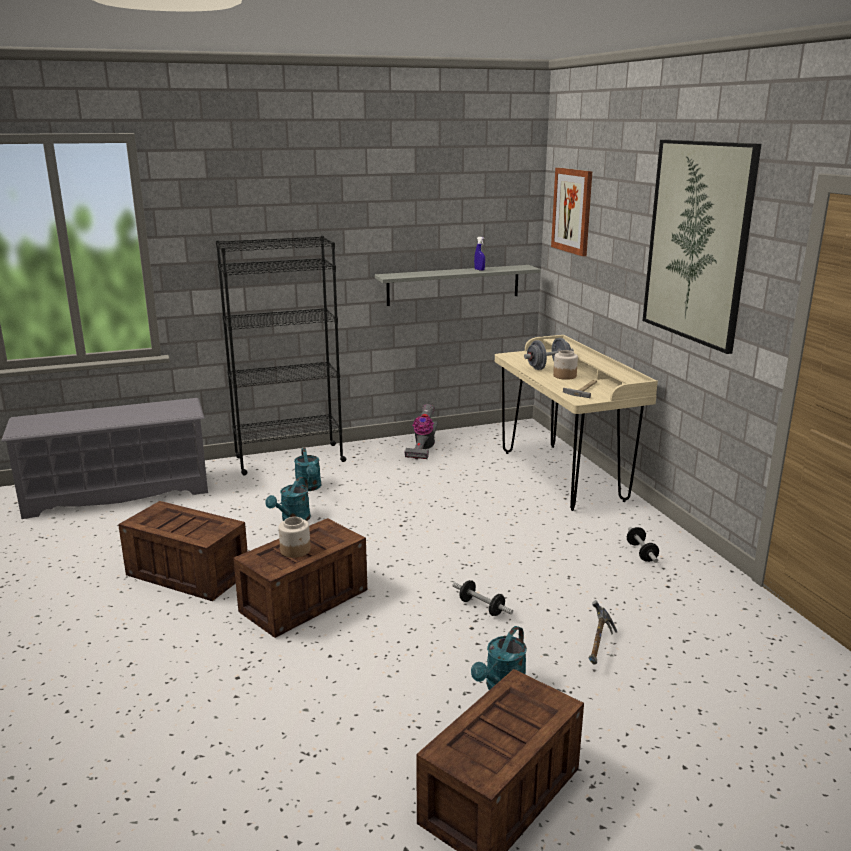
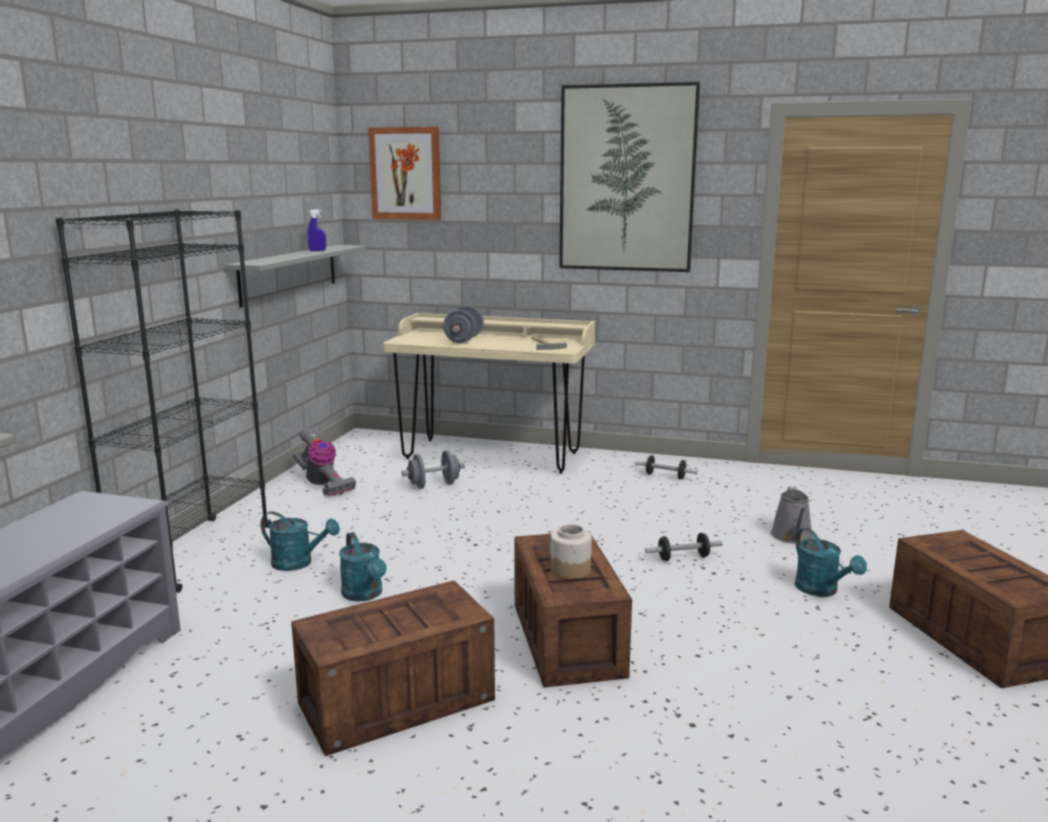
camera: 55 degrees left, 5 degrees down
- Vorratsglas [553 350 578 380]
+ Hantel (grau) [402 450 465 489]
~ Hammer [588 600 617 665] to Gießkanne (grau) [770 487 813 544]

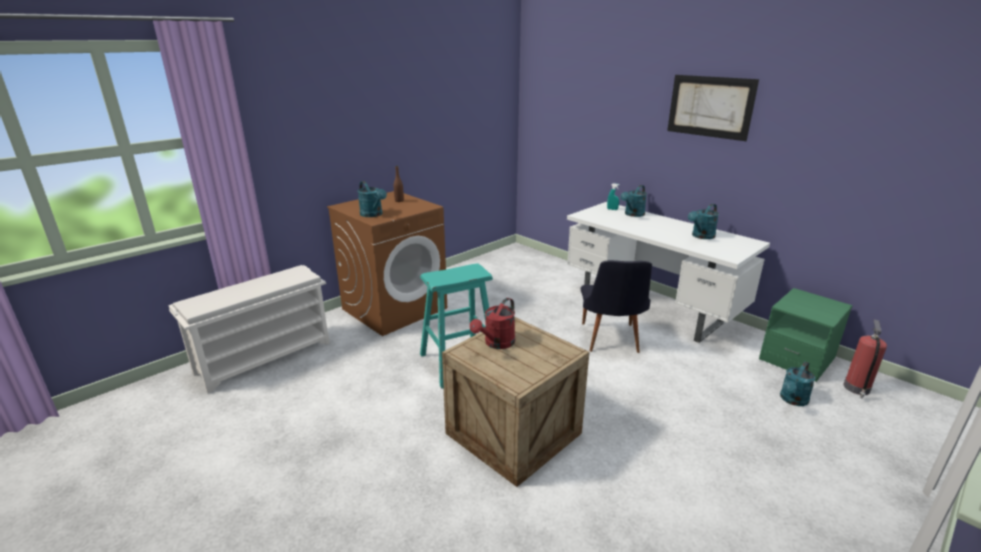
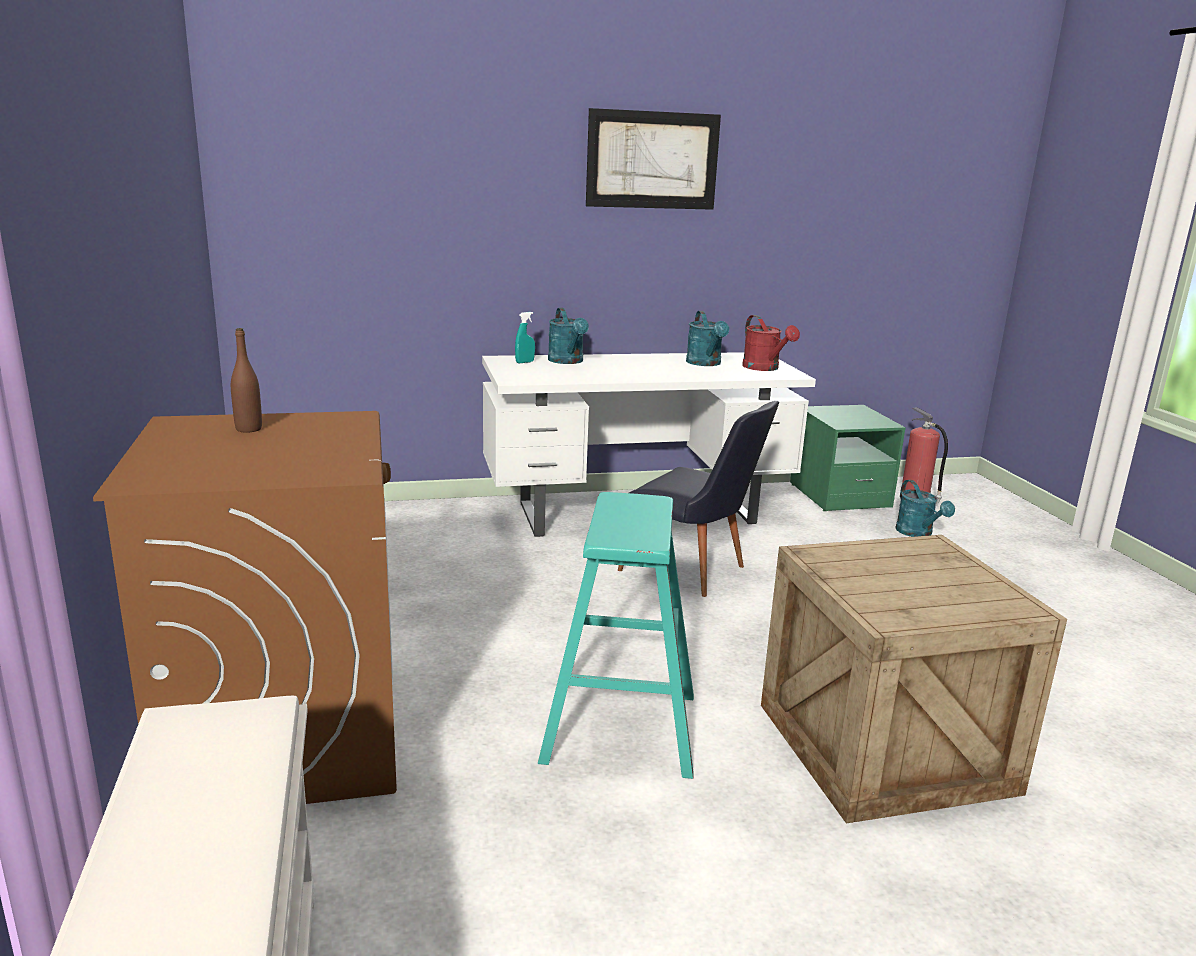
camera: 60 degrees left, 5 degrees down
- Gießkanne (türkis) [357 181 387 217]
~ Gießkanne (rot) [470 298 515 349] to [742 315 800 371]

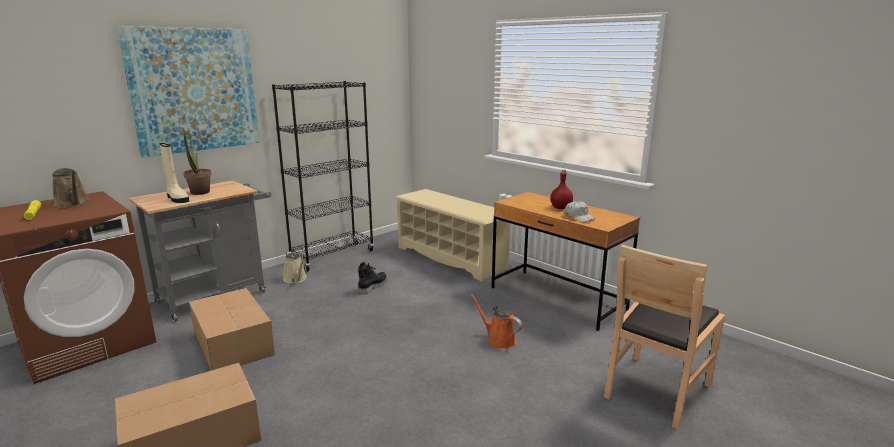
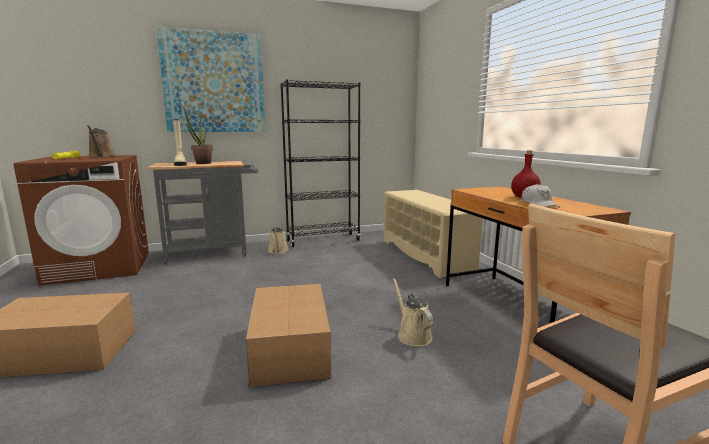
camera: 25 degrees right, 5 degrees down
- Stiefel (schwarz) [358 262 387 295]
~ Karton [189 288 275 370] to [246 284 331 387]
~ Gießkanne (orange) [470 294 523 349] to Gießkanne (beige) [393 278 433 347]

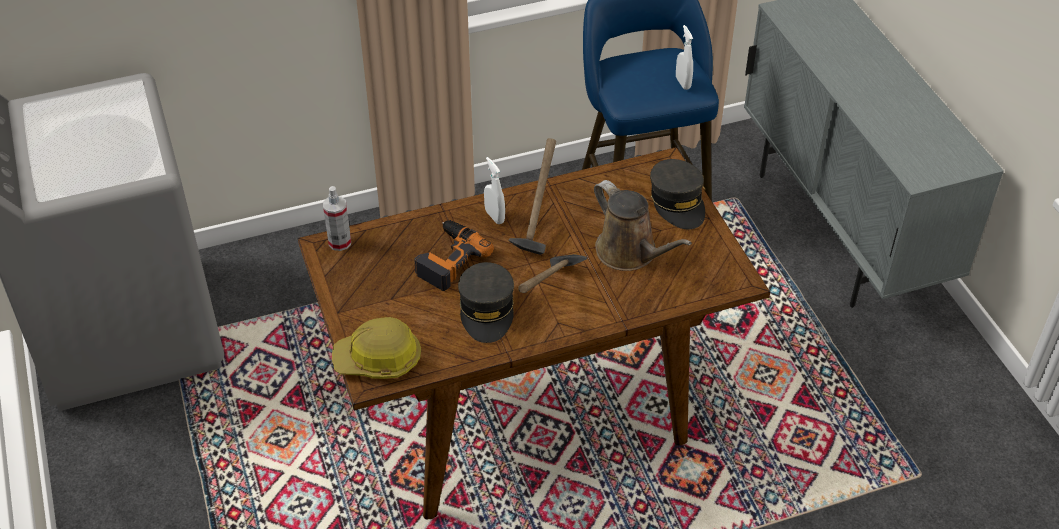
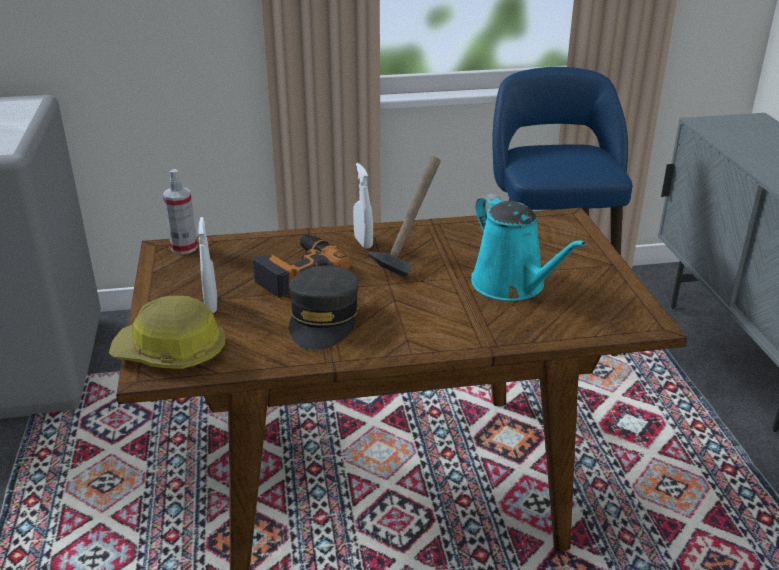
camera: 10 degrees right, 15 degrees down
- Hammer [518 254 587 293]
- Kappe (grau) [650 159 705 229]
~ Sprühflasche (weiß) [676 25 693 90] to [198 217 217 313]
~ Gießkanne (braun) [594 180 692 271] to Gießkanne (türkis) [471 194 586 301]

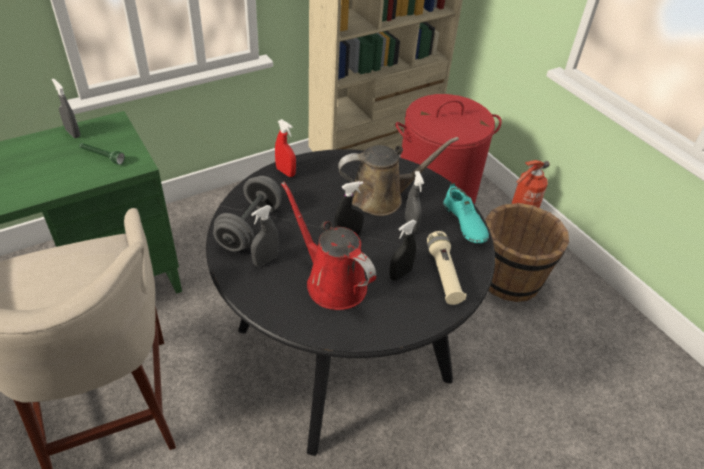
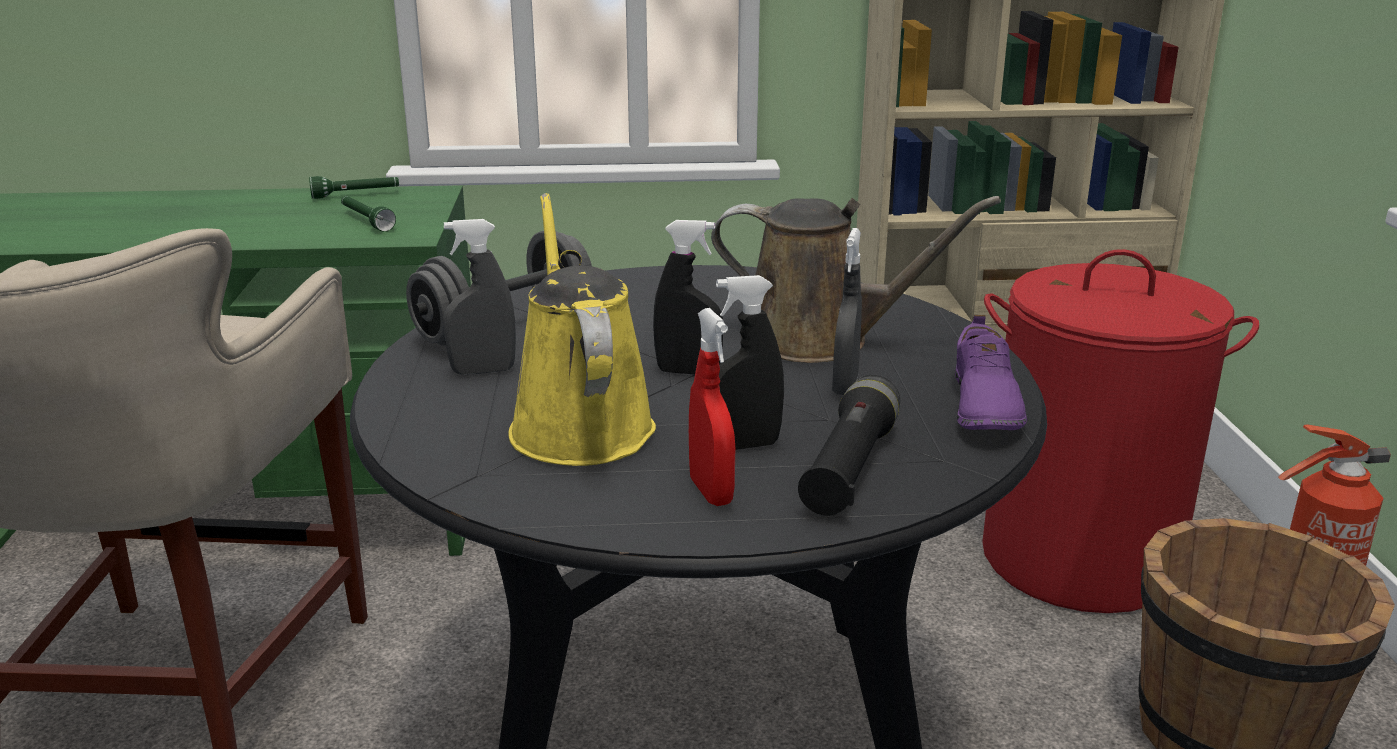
camera: 30 degrees right, 20 degrees down
~ Sprühflasche (rot) [275 119 296 177] to [689 308 735 506]
~ Sprühflasche (grau) [52 79 80 138] to Taschenlampe (grün) [309 176 399 199]
~ Gießkanne (rot) [281 182 376 310] to Gießkanne (gelb) [508 193 656 466]
~ Taschenlampe (beige) [427 231 467 305] to Taschenlampe (schwarz) [798 375 900 516]
~ Schuh (türkis) [444 183 489 243] to Schuh (lila) [955 315 1027 430]

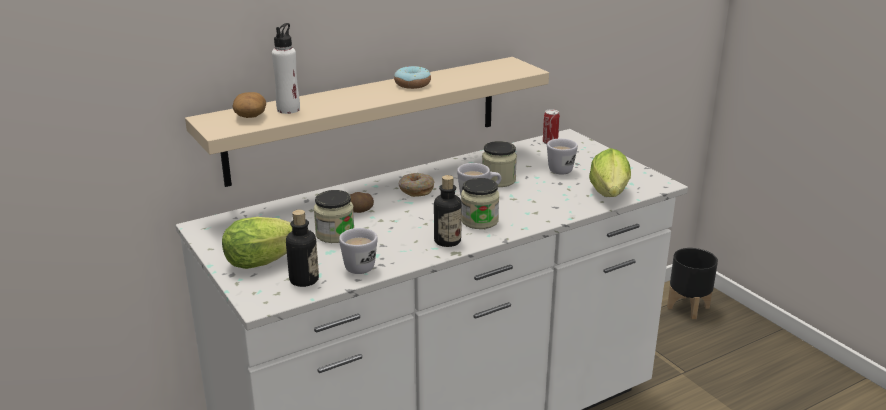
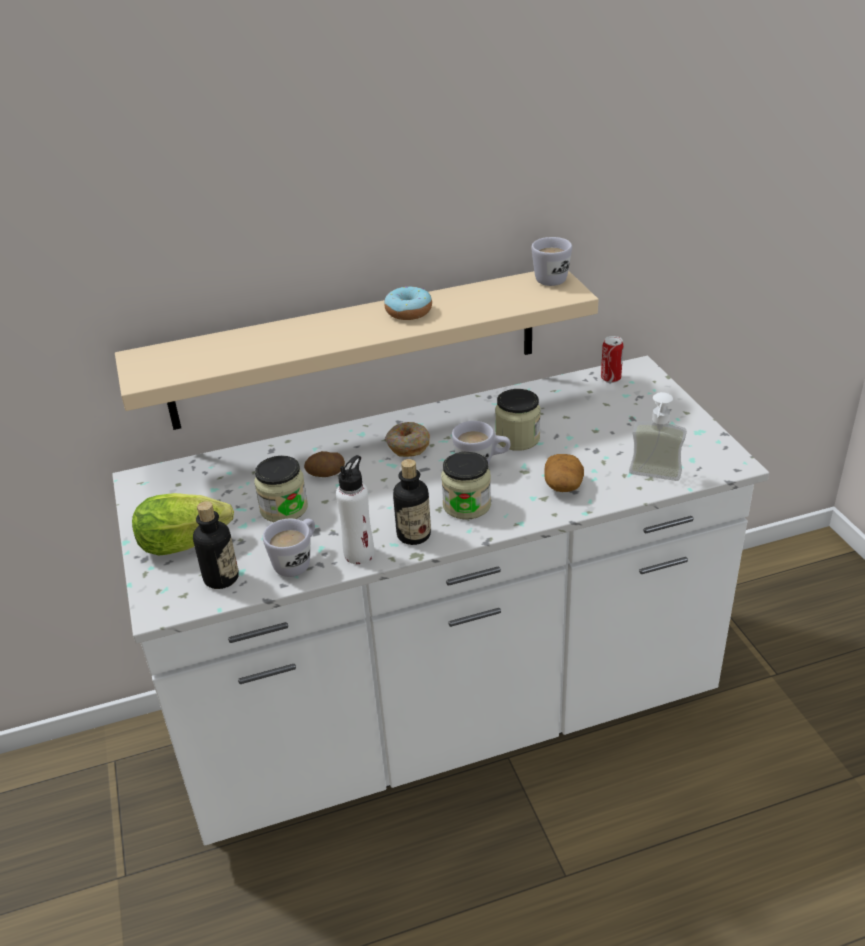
camera: 15 degrees right, 10 degrees up
- Pflanzkübel (schwarz) [667 248 718 319]
~ Kartoffel [232 92 266 118] to [544 454 584 492]
~ Flasche (weiß) [272 23 300 114] to [336 455 374 564]
~ Henkelbecher (weiß) [547 139 578 174] to [531 237 572 286]
~ Salatkopf [589 148 631 197] to Seifenspender [629 392 687 481]

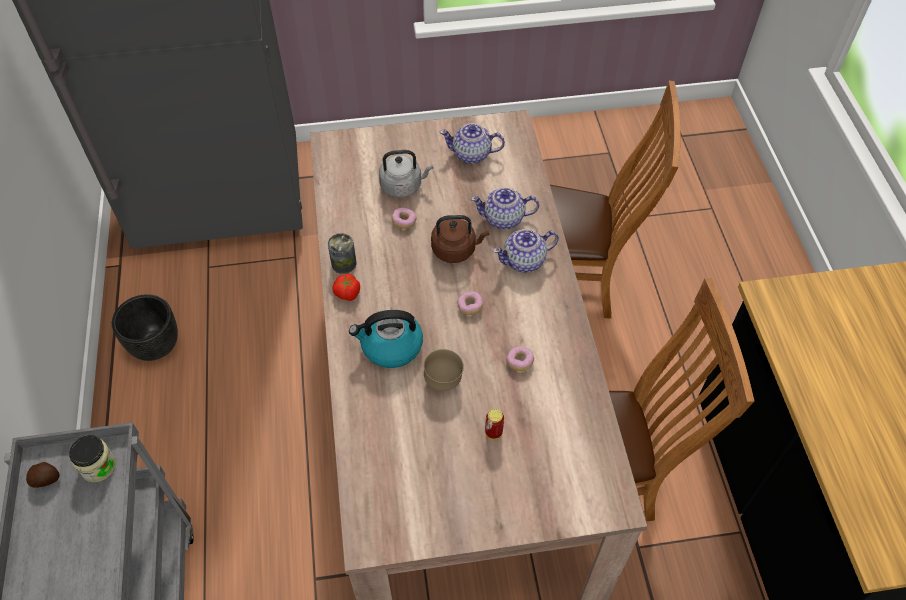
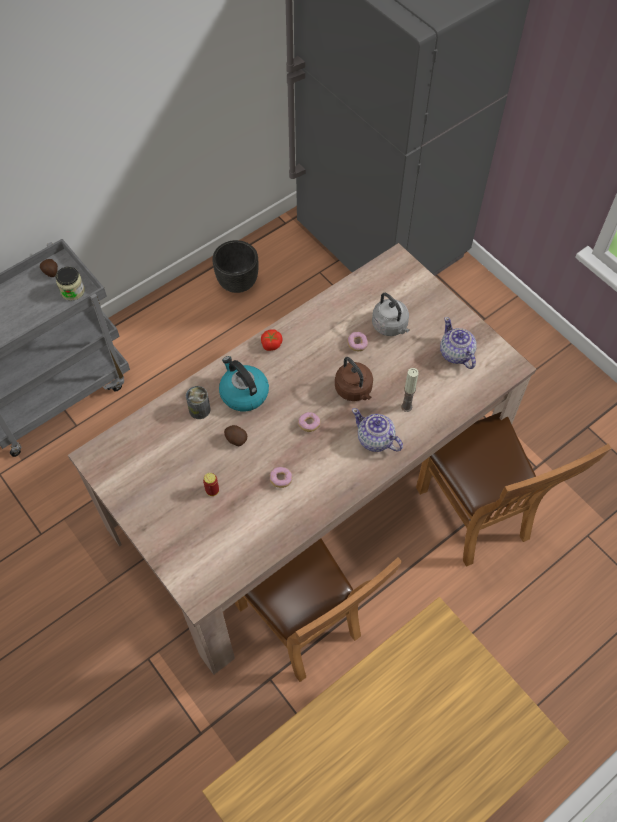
camera: 60 degrees right, 5 degrees up
~ Dose [328 233 356 274] to [186 386 210 419]
~ Schüssel (braun) [424 349 464 391] to Kartoffel [224 425 247 446]
~ Teekanne [470 187 539 229] to Kerze [401 368 419 412]

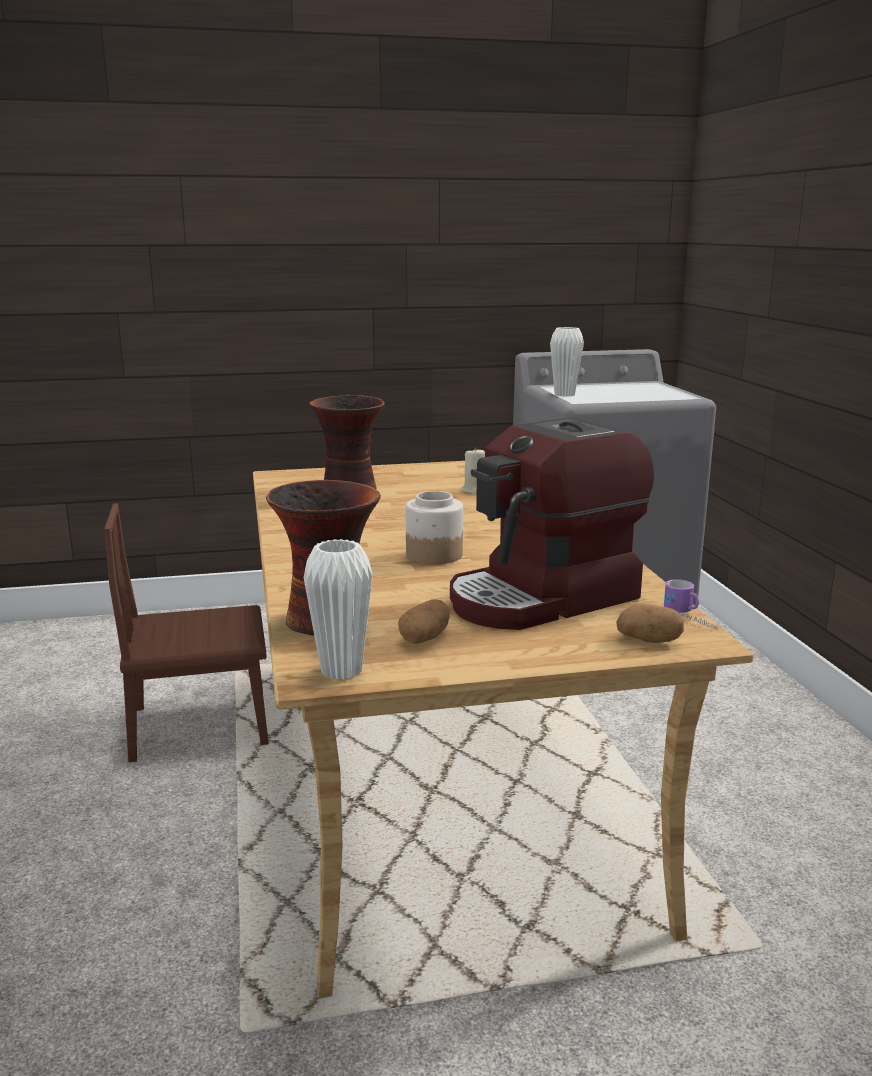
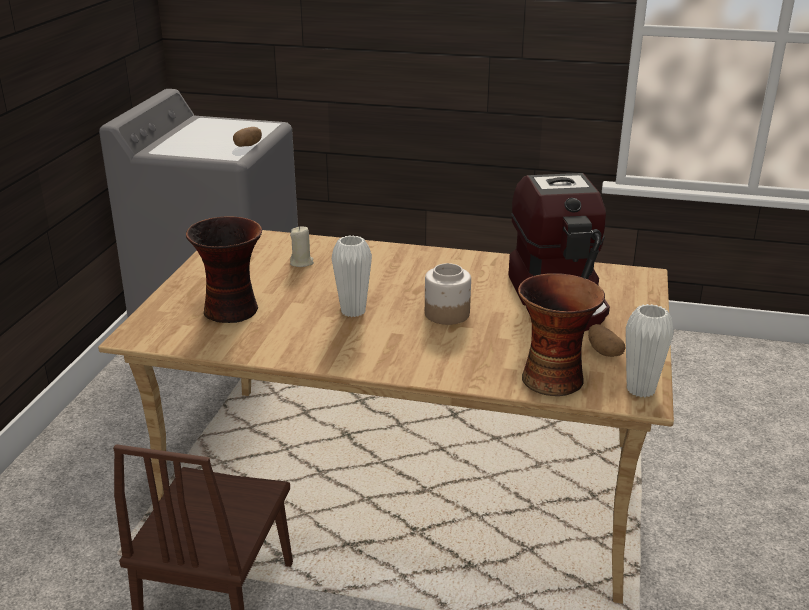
camera: 65 degrees left, 10 degrees up
- Henkelbecher [664 579 718 630]
~ Vase (weiß) [550 327 584 397] to [332 235 372 317]
~ Kartoffel [616 604 684 643] to [233 127 262 147]

